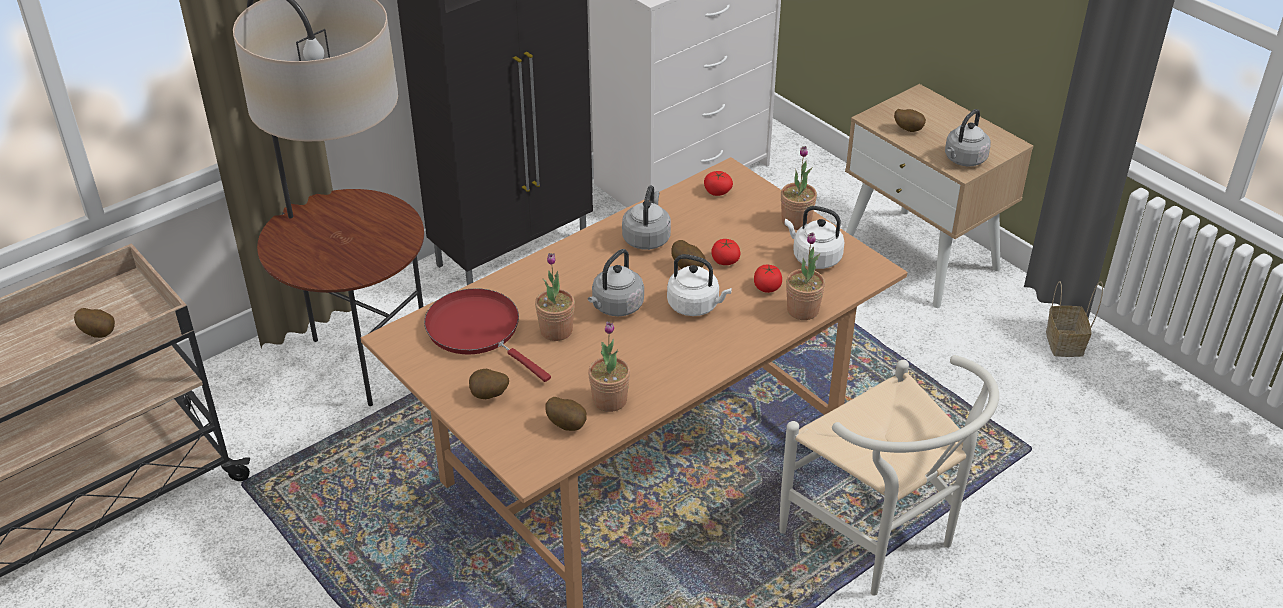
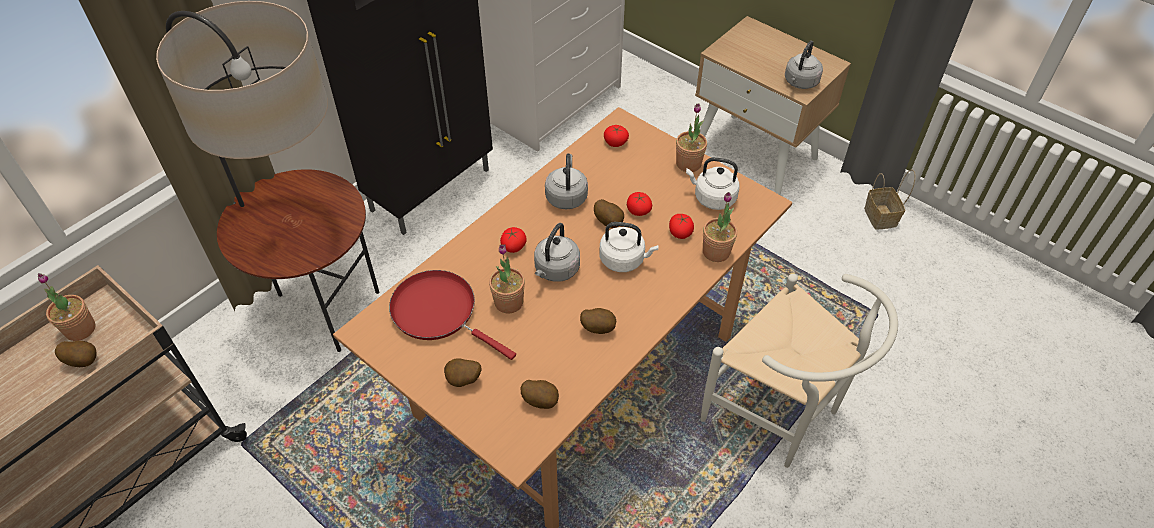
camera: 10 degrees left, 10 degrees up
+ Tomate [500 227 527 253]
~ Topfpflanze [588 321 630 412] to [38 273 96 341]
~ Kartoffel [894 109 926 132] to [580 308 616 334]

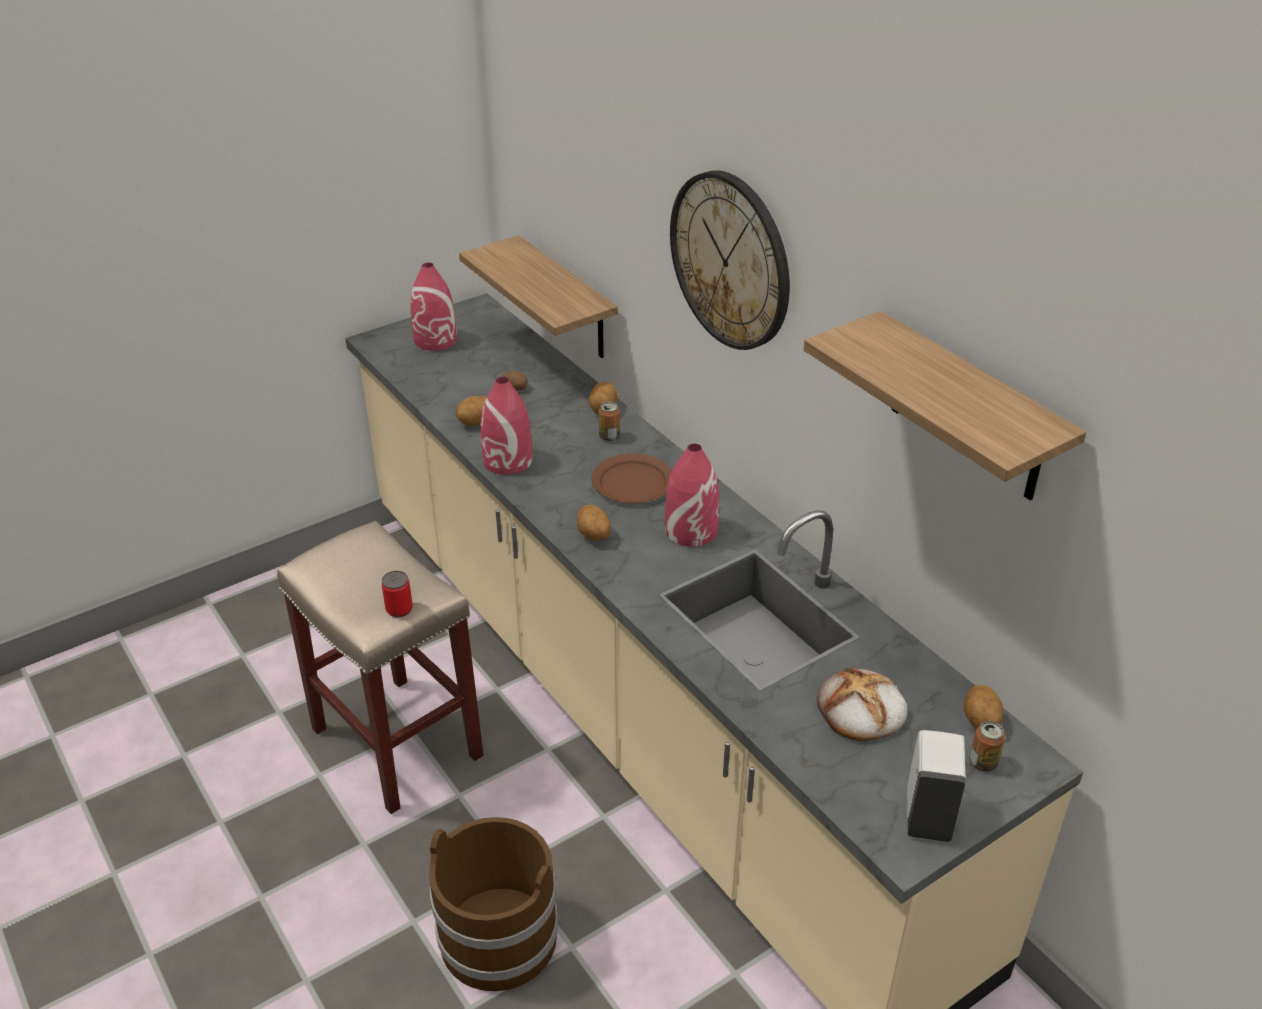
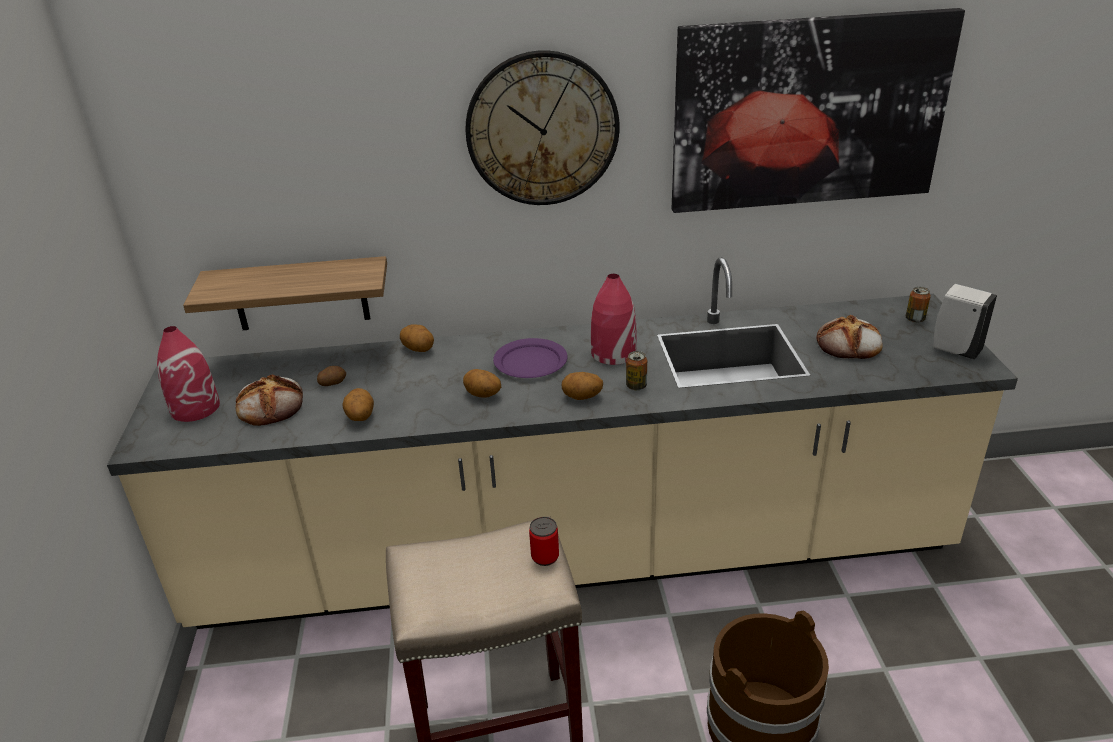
camera: 60 degrees left, 5 degrees down
- Vase (rot) [481 377 532 475]
+ Brot [236 374 303 426]
~ Dose [599 401 620 441] to [626 351 647 390]
~ Kartoffel [963 685 1003 729] to [463 369 501 397]
~ Wandregal [804 311 1086 501] to Bild [672 8 965 213]
~ Teller (braun) [592 453 672 503] to Teller (lila) [493 338 568 378]

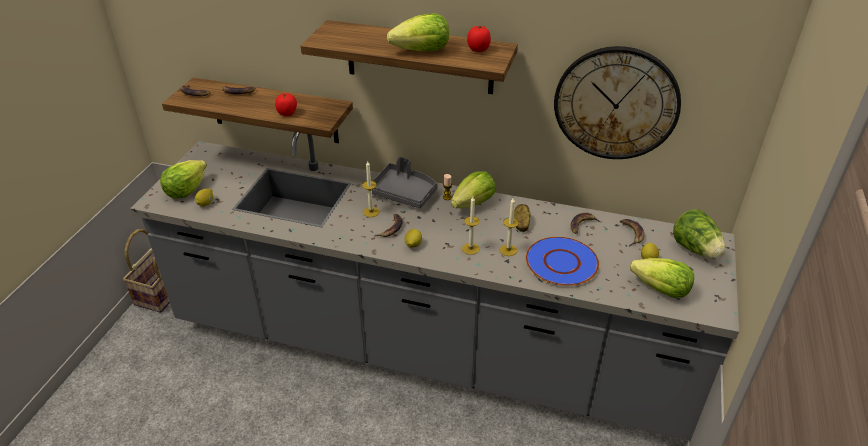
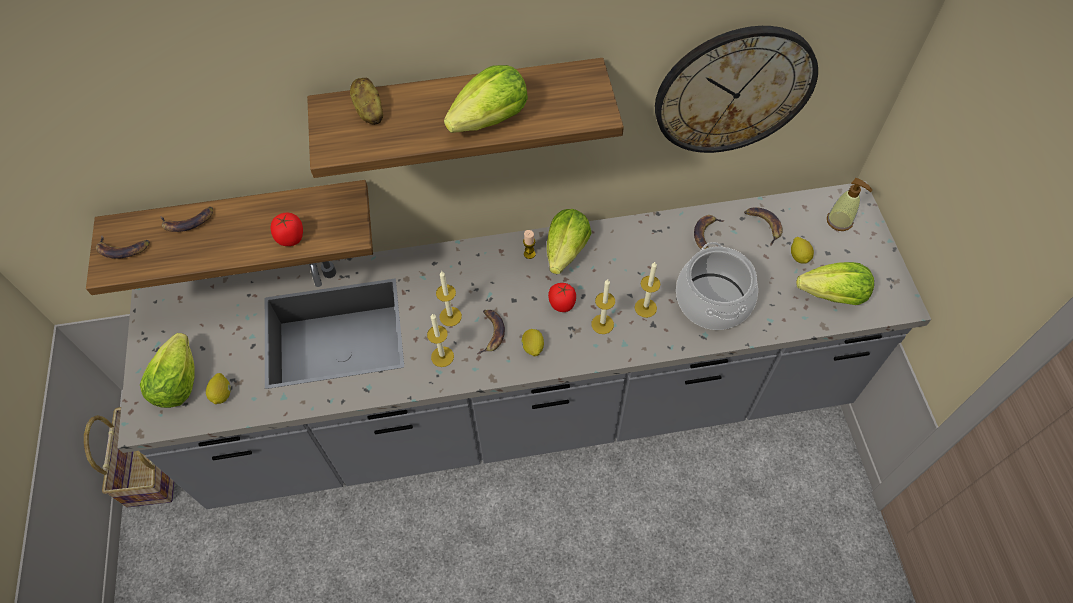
camera: 25 degrees left, 20 degrees up
- Tablett (grau) [367 157 438 208]
+ Kerze [427 313 454 367]
~ Tomate [467 26 491 52] to [548 283 576 312]
~ Kartoffel [514 204 531 232] to [350 78 383 125]
~ Teller (blau) [526 237 599 286] to Kochtopf [676 242 758 330]
~ Salatkopf [673 209 726 259] to Seifenspender [827 178 872 231]

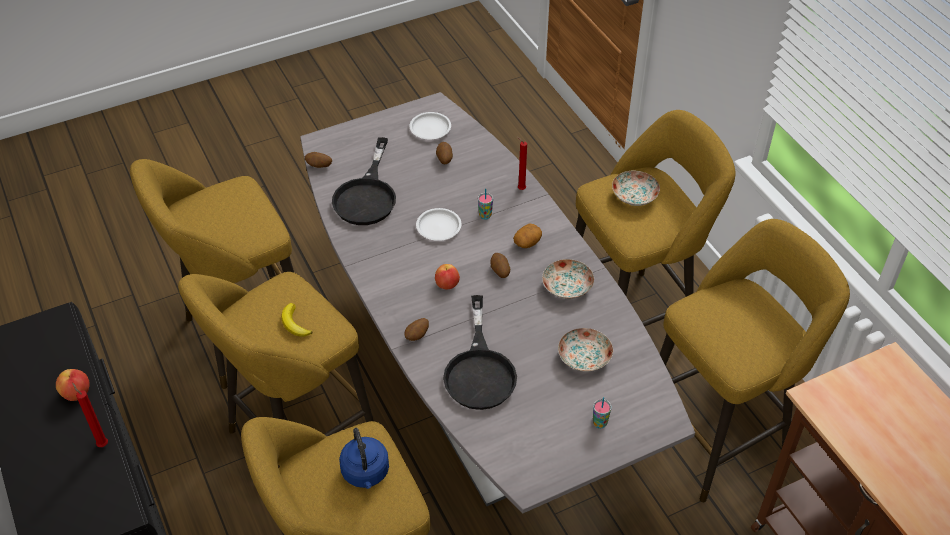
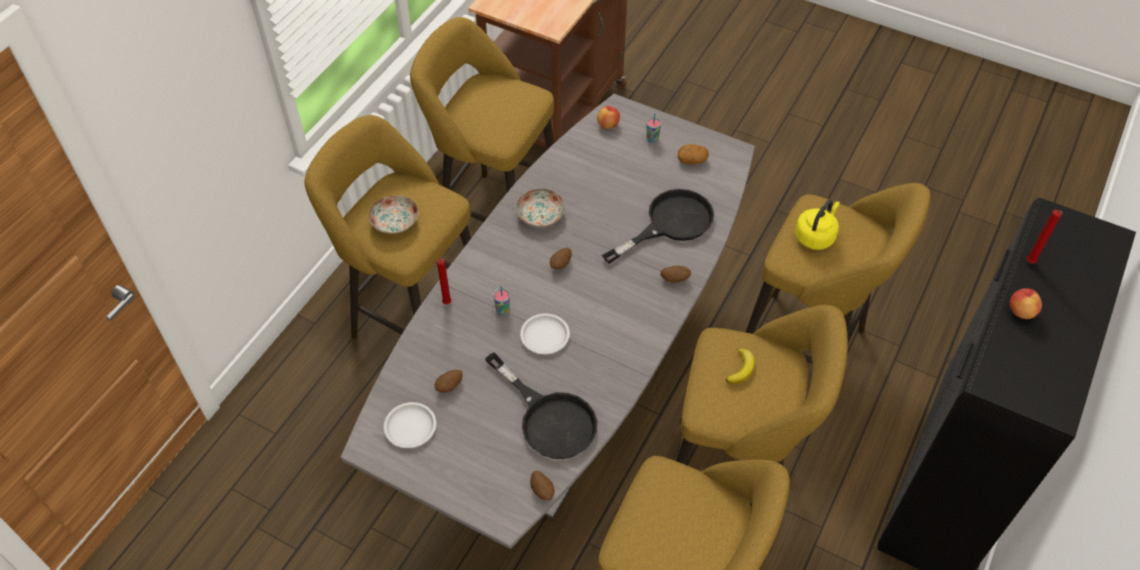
camera: 125 degrees left, 5 degrees up
- Teller [558 328 613 372]
~ Apfel [435 264 460 289] to [597 106 620 129]
~ Kartoffel [513 223 542 248] to [678 144 709 164]
~ Wasserkessel (blau) [339 428 389 489] to Wasserkessel (gelb) [795 200 840 250]
~ Pfanne (schwarz) [332 137 396 225] = [485 352 597 459] 75 degrees clockwise

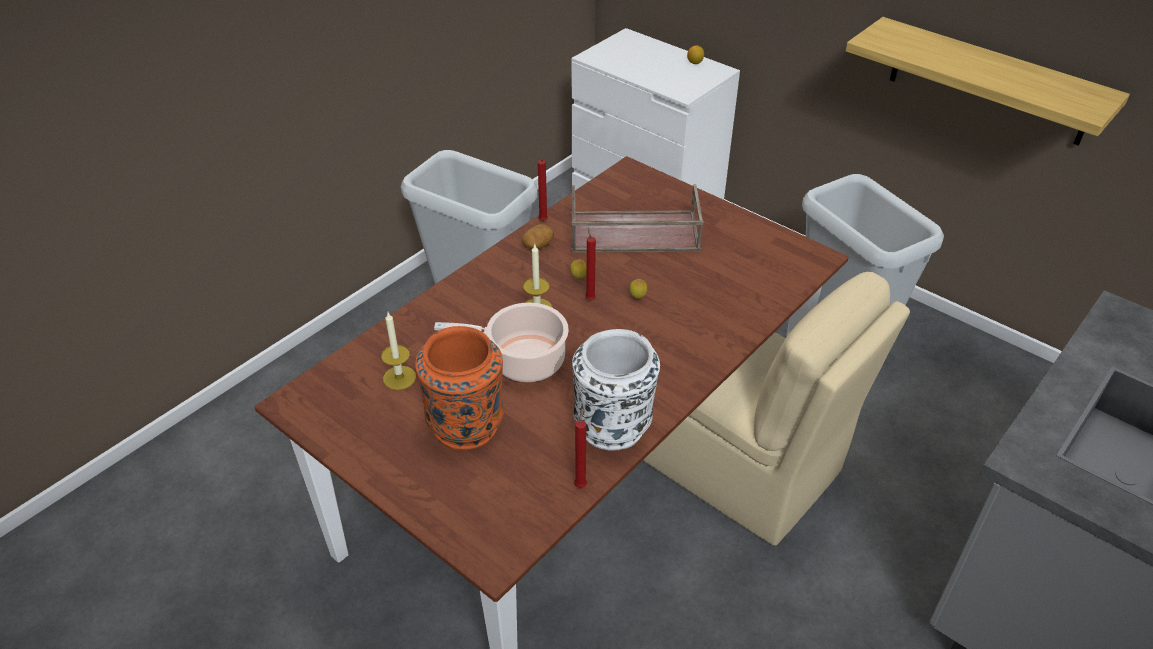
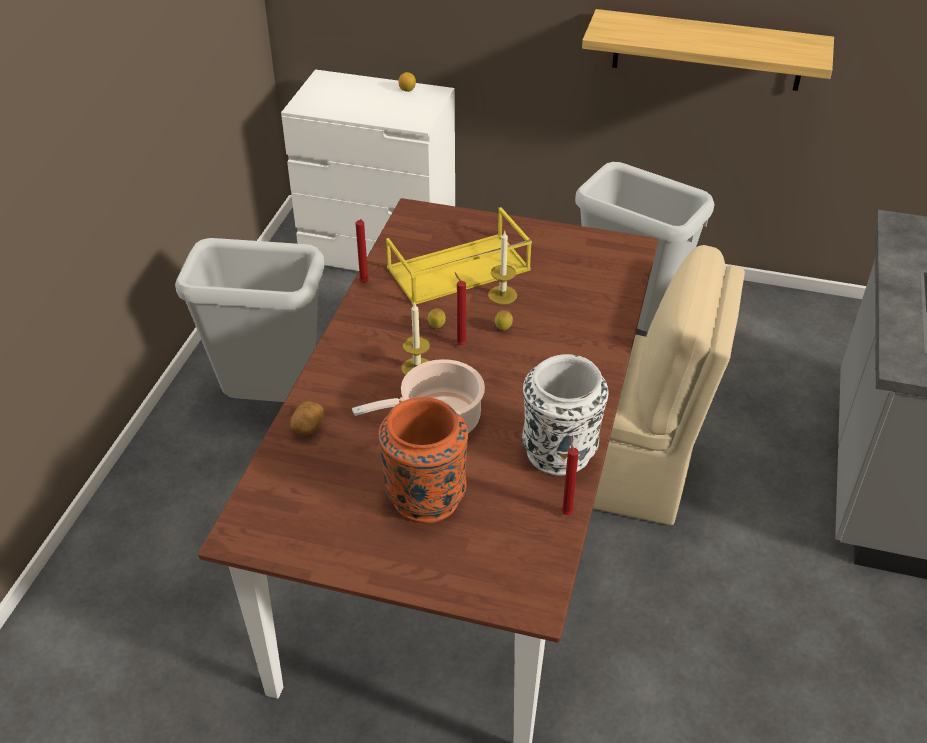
camera: 25 degrees left, 0 degrees up
~ Kerze [381 313 416 390] to [488 231 517 305]
~ Kartoffel [521 224 554 249] to [290 401 324 435]
~ Tablett (braun) [572 184 704 252] to Tablett (gelb) [386 207 532 305]

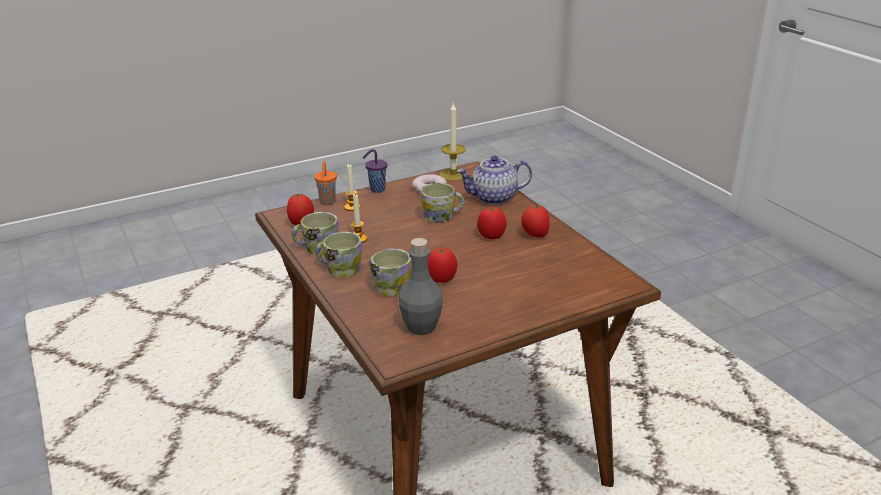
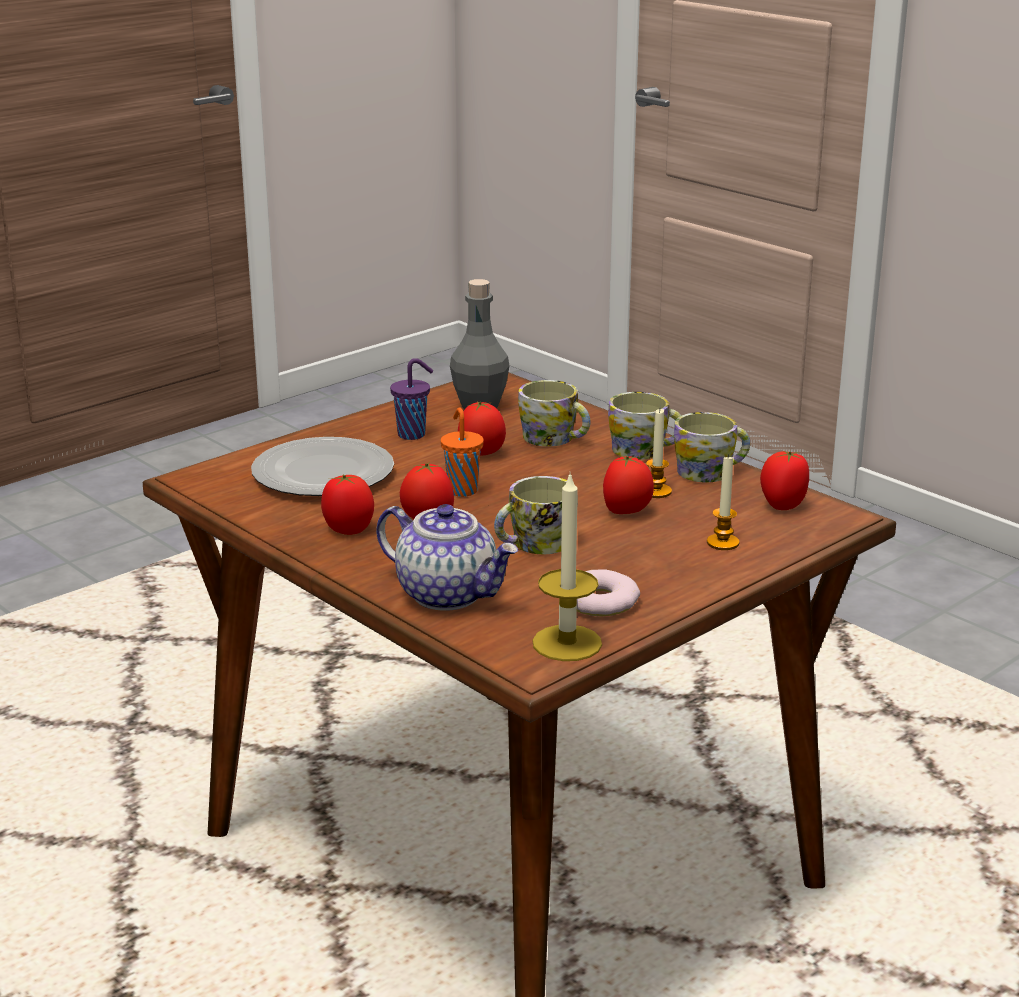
camera: 165 degrees right, 5 degrees down
+ Teller [251 437 394 496]
+ Tomate [603 456 654 514]
~ Tasse (orange) [314 161 337 205] to [441 408 484 497]
~ Tasse (lila) [363 149 387 193] to [390 358 433 440]
~ Teekanne [457 155 532 205] = [376 504 518 611] 60 degrees clockwise

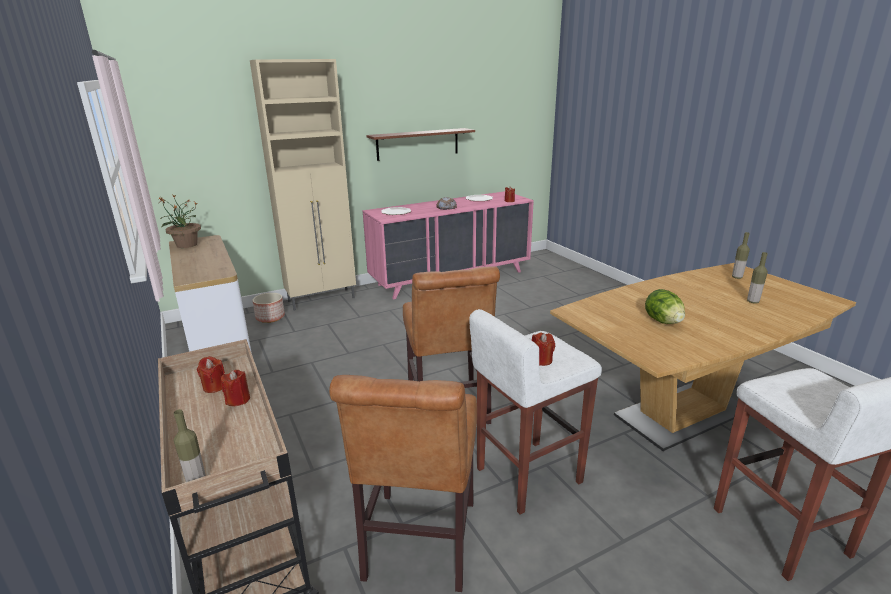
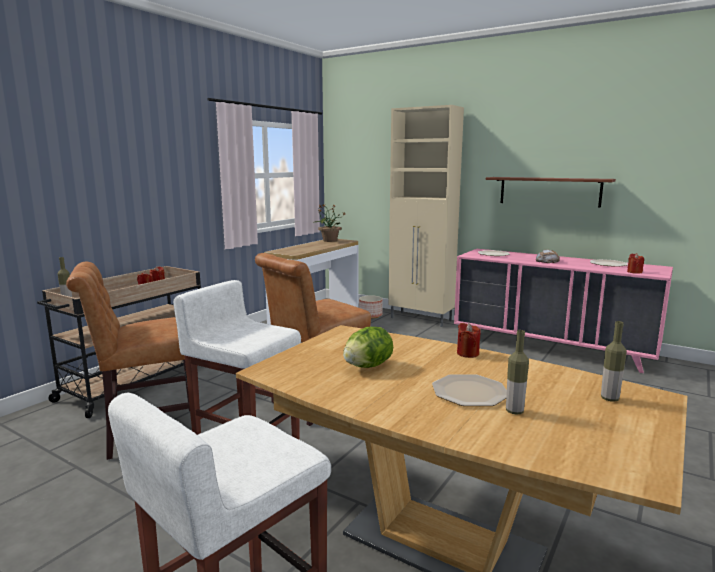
camera: 60 degrees right, 10 degrees down
+ Teller [432 374 507 406]
~ Kerze (rot) [532 332 555 366] to [457 323 481 358]

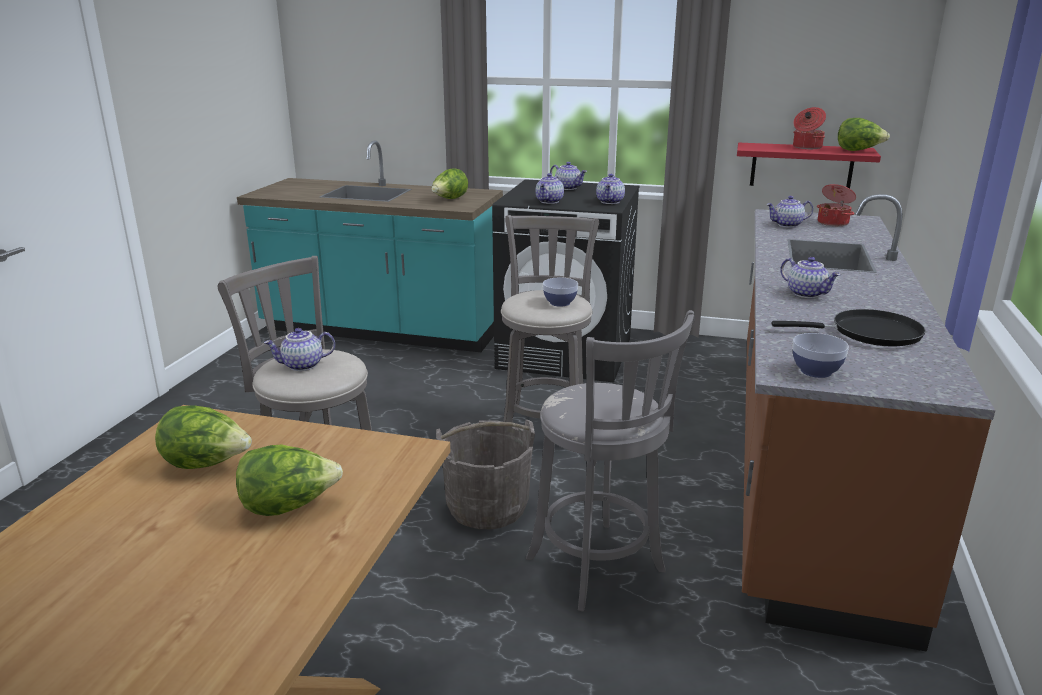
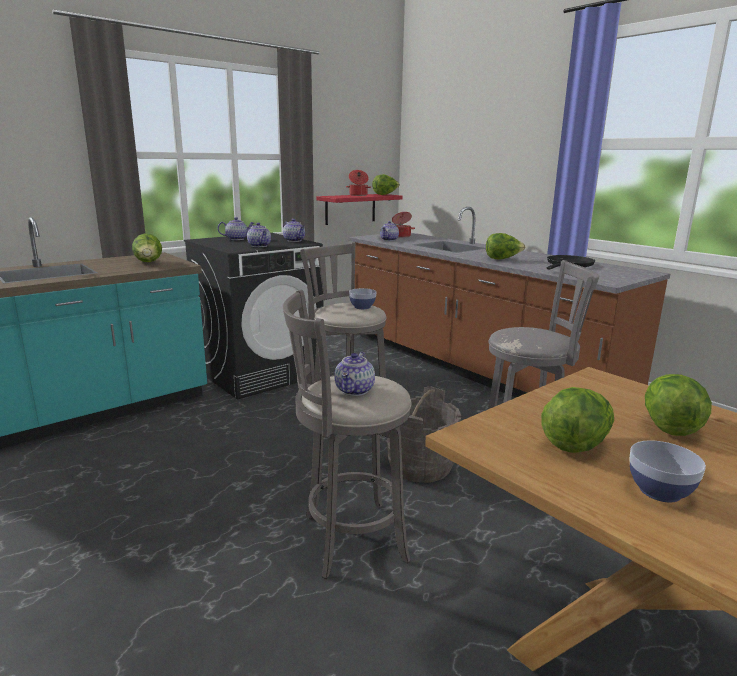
camera: 55 degrees left, 5 degrees down
~ Schüssel [792 333 849 378] to [629 440 706 502]
~ Teekanne [780 257 840 298] to Salatkopf [486 233 525 260]

